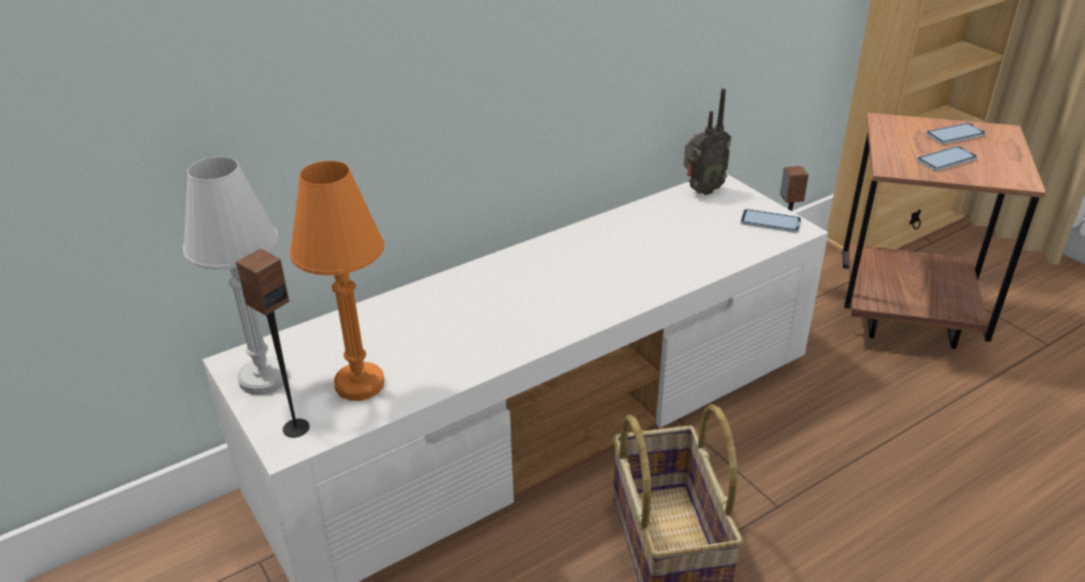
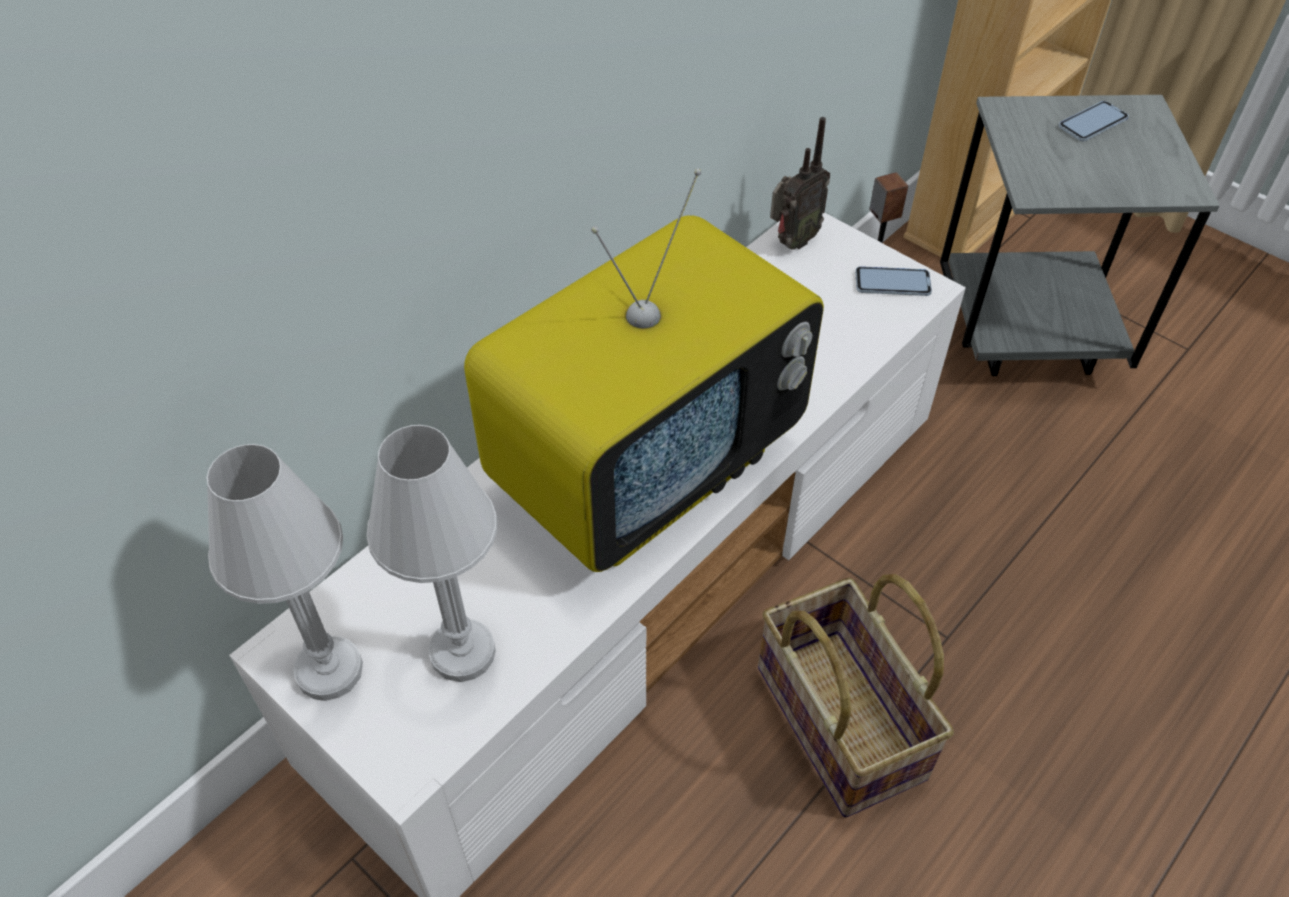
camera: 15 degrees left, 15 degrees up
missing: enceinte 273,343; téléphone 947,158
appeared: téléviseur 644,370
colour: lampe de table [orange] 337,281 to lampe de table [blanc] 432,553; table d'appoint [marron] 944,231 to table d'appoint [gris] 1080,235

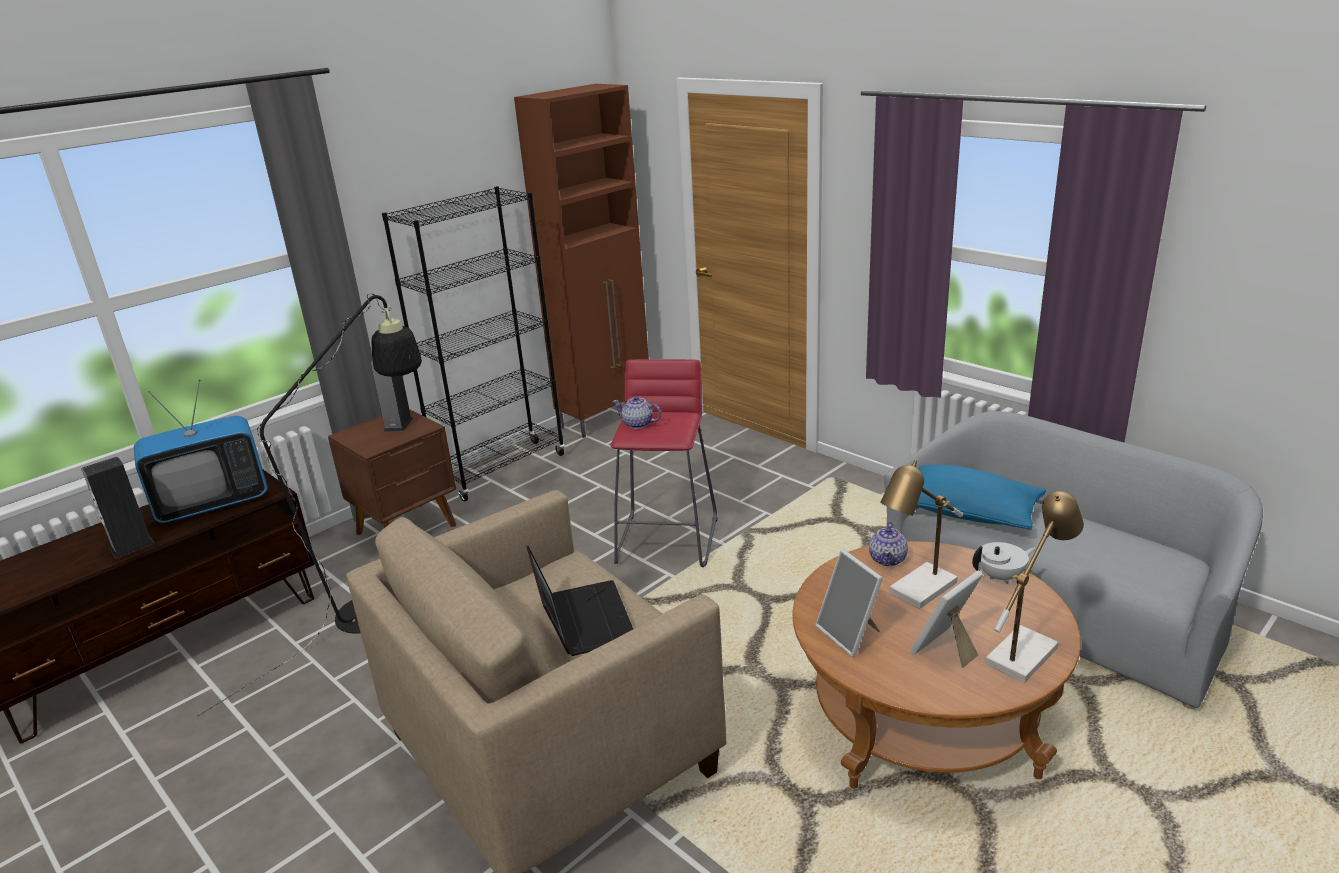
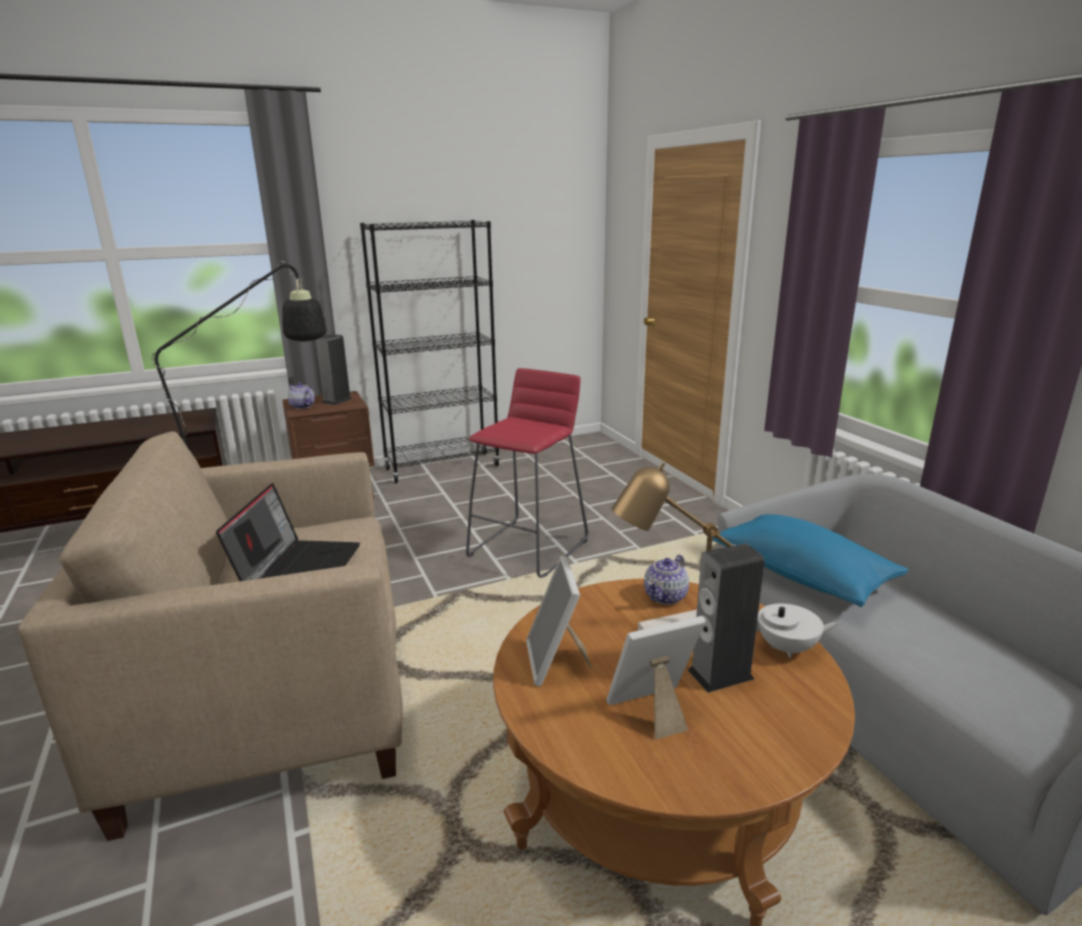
camera: 20 degrees right, 5 degrees down
missing: téléviseur 201,451; meuble de rangement [marron] 581,261; lampe de table 1034,587
relocated: théière 637,412 to 301,395; enceinte 118,507 to 726,618

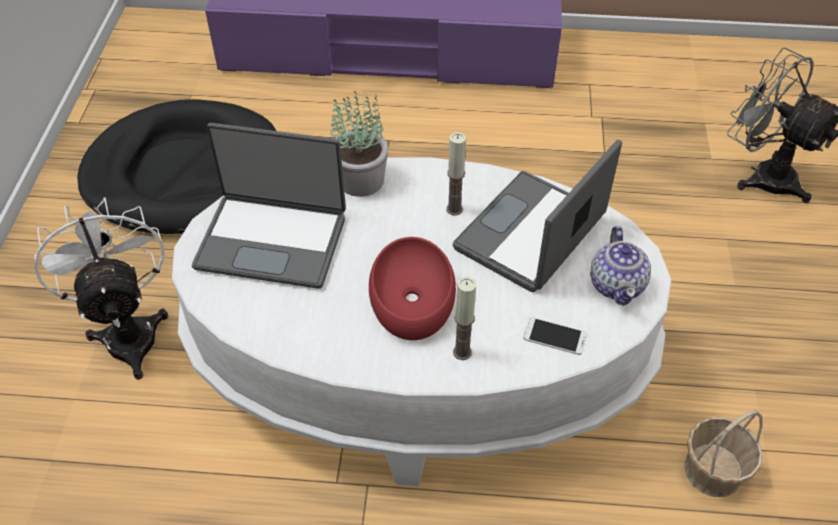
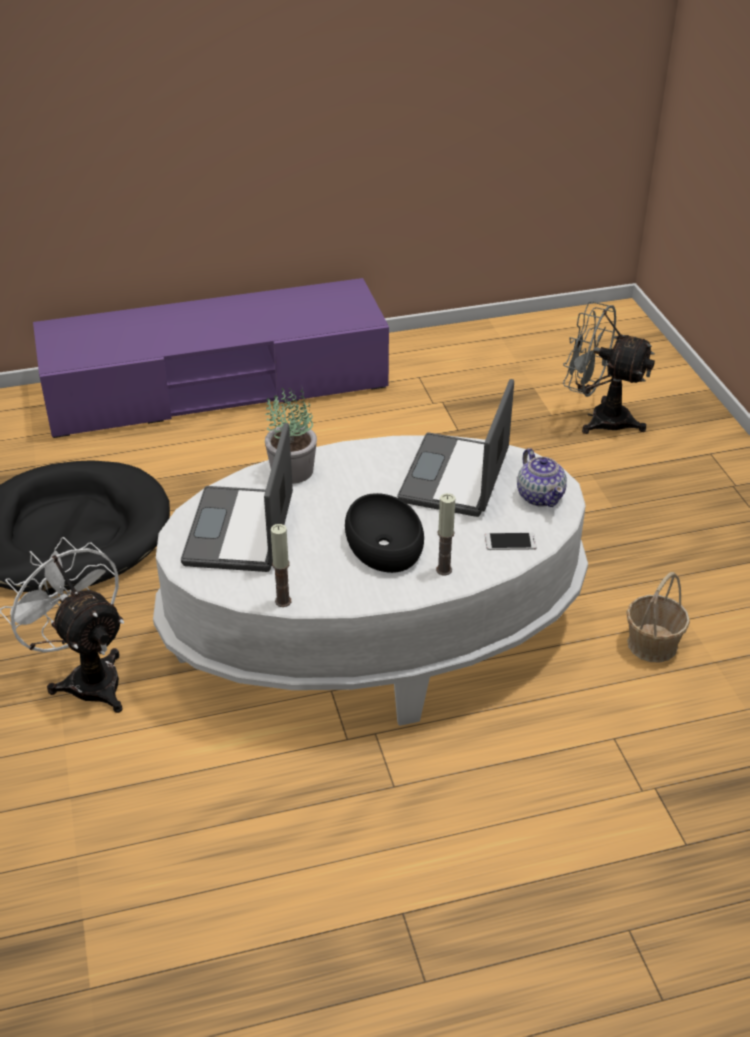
camera: 20 degrees left, 10 degrees down
relocated: bougie 456,174 to 281,565
colour: bol [rouge] 412,288 to bol [noir] 384,533
spun: ordinateur portable 269,206 = 237,497 105 degrees clockwise

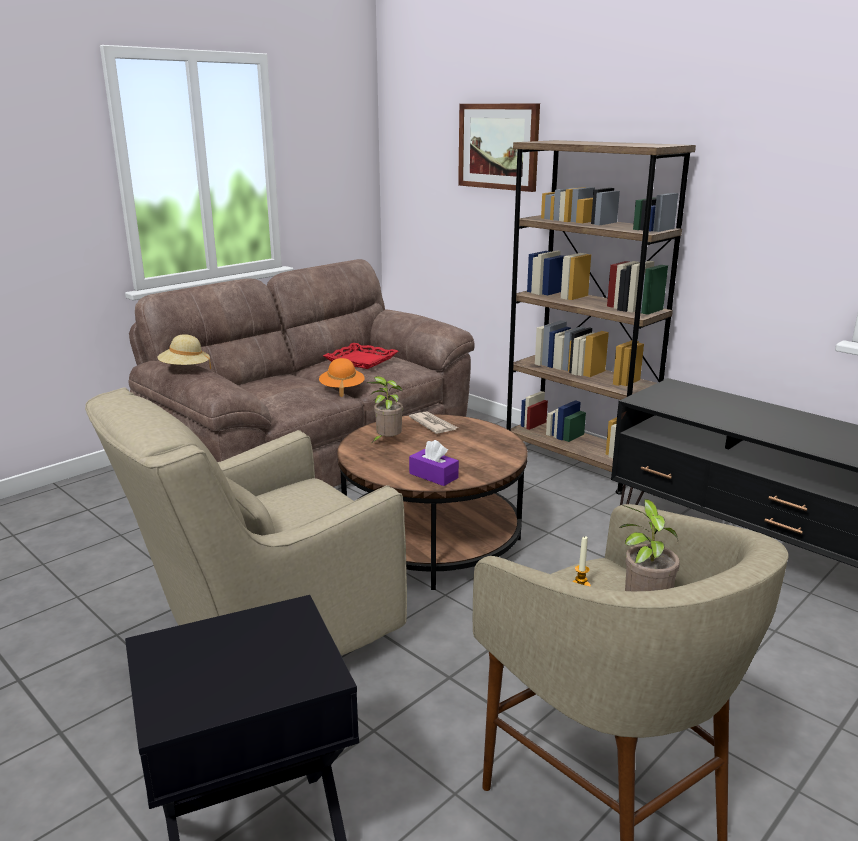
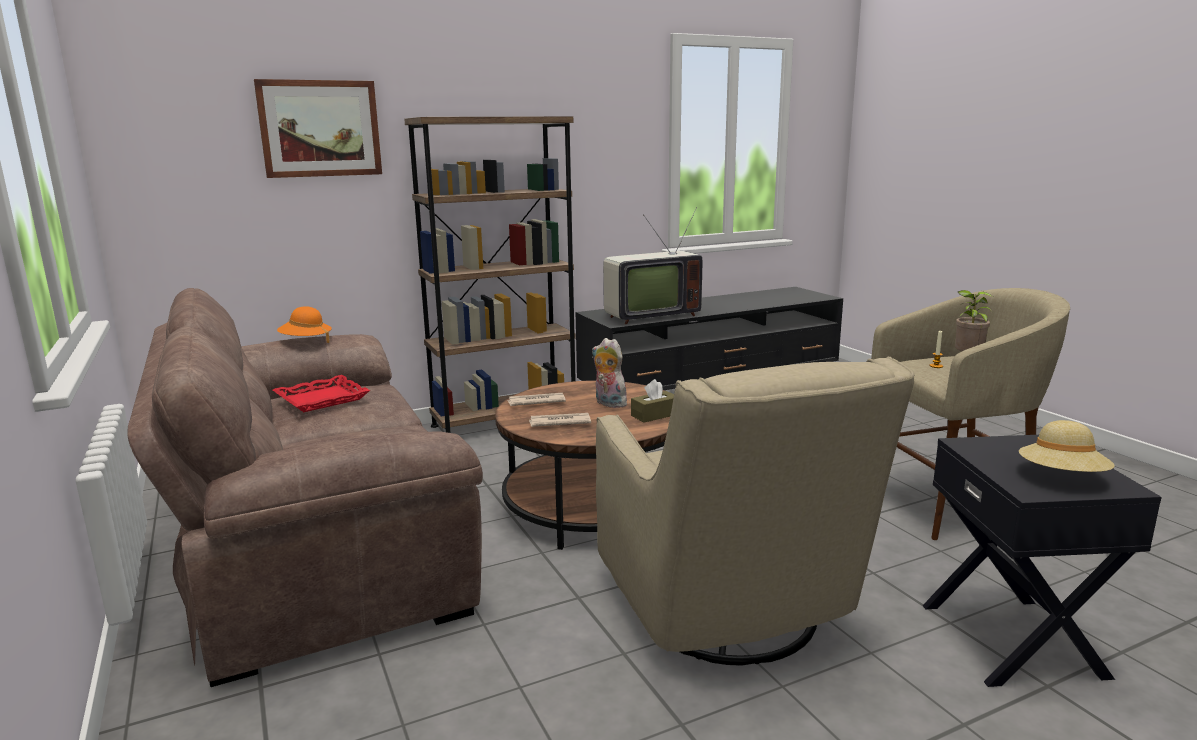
camera: 70 degrees left, 5 degrees down
appeared: peluche 609,373; téléviseur 652,266
relocated: chapeau [orange] 342,377 to 304,324; chapeau [beige] 184,351 to 1067,446
exchanged: plante en pot 385,409 to journal 560,420
colour: boîte à mouchoirs [violet] 434,463 to boîte à mouchoirs [marron] 652,400

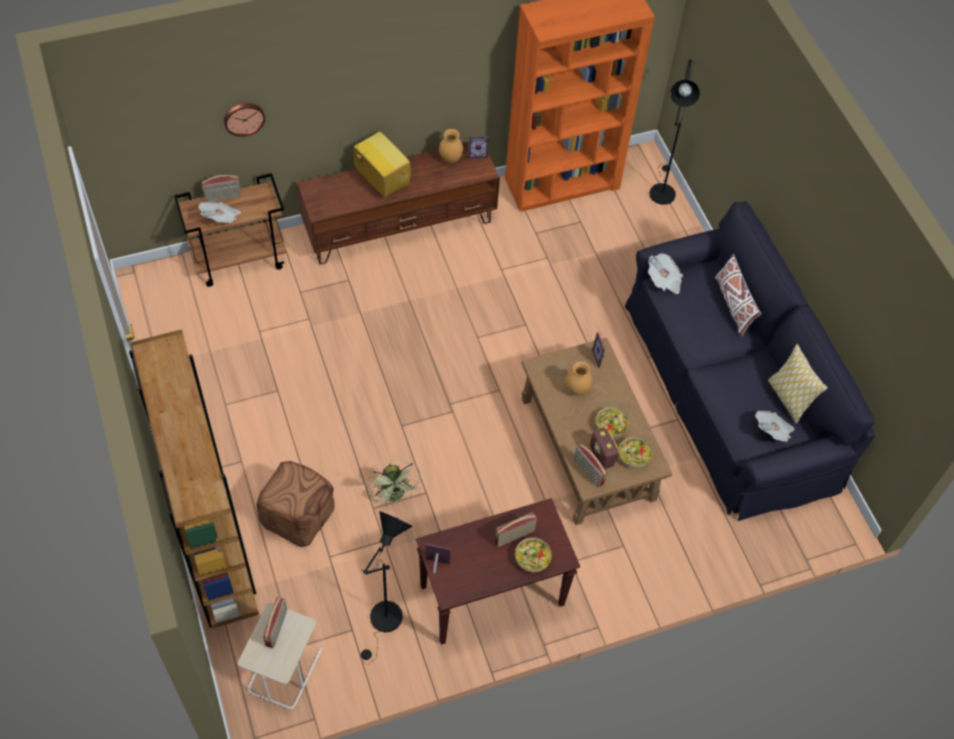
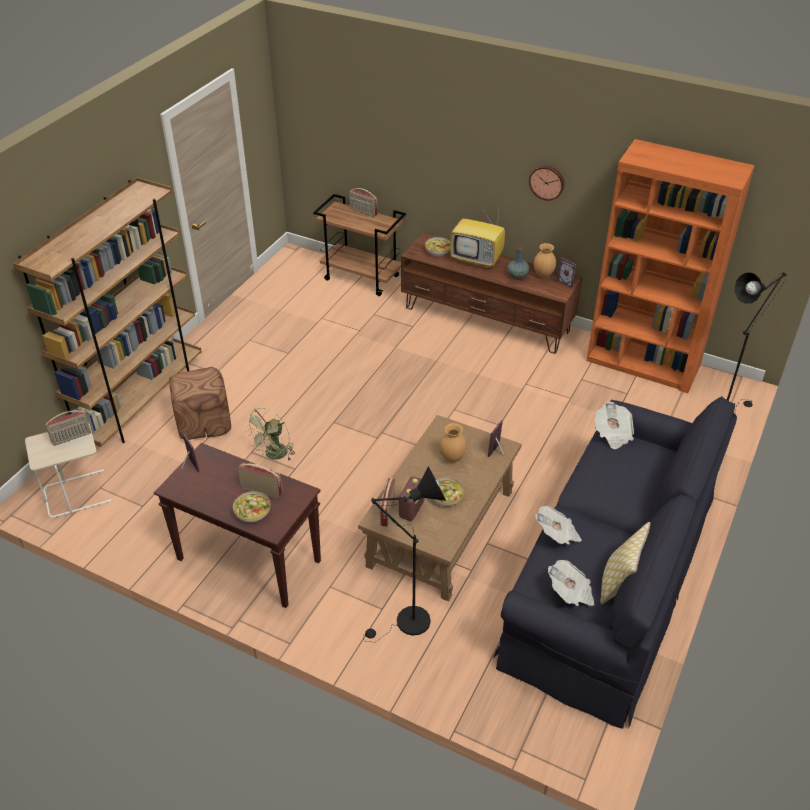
camera: 50 degrees right, 15 degrees down
missing: coussin [blanc] 738,295
appeared: vase 518,263
relocated: lampadaire [noir] 386,587 to 404,554; bol 635,452 to 437,246; horloge murale 244,120 to 546,183; journal 219,212 to 558,525
spun: téléviseur 382,163 = 477,239 105 degrees clockwise

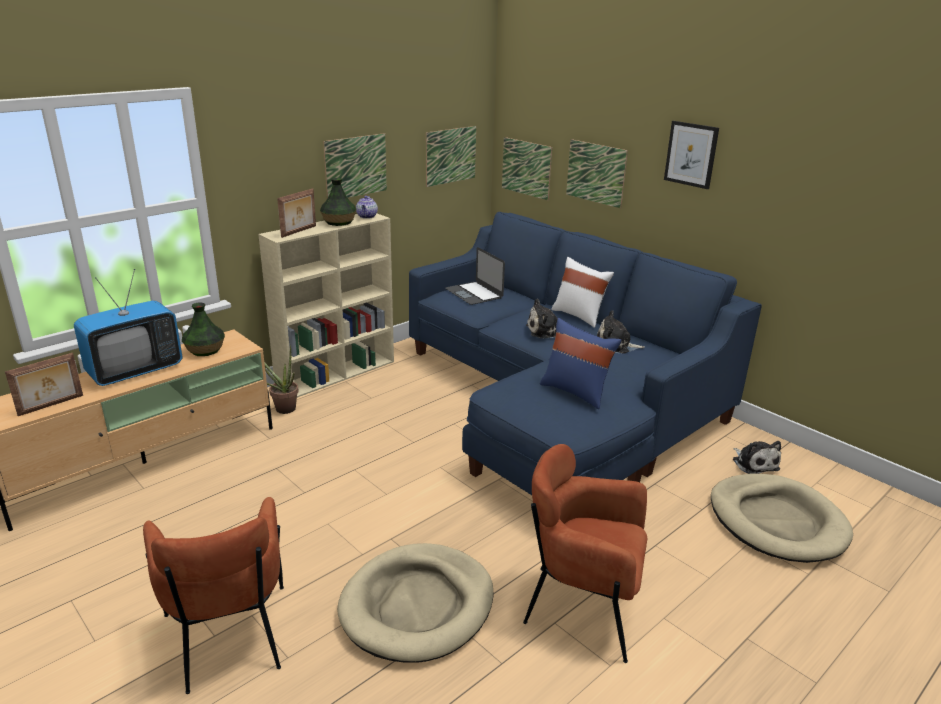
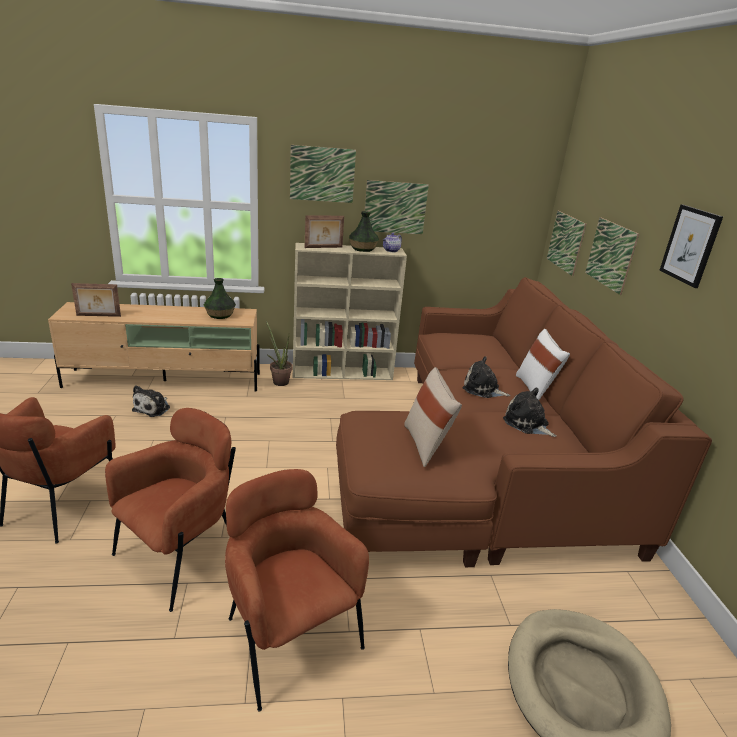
camera: 35 degrees right, 0 degrees up
missing: téléviseur 128,327; ordinateur portable 475,276
relocated: peluche 757,457 to 151,401; tableau 451,156 to 323,174
exchanged: panier pour chien [beige] 415,603 to fauteuil [marron] 170,510
colour: canapé [bleu] 585,353 to canapé [marron] 524,422; coussin [bleu] 580,363 to coussin [beige] 433,417

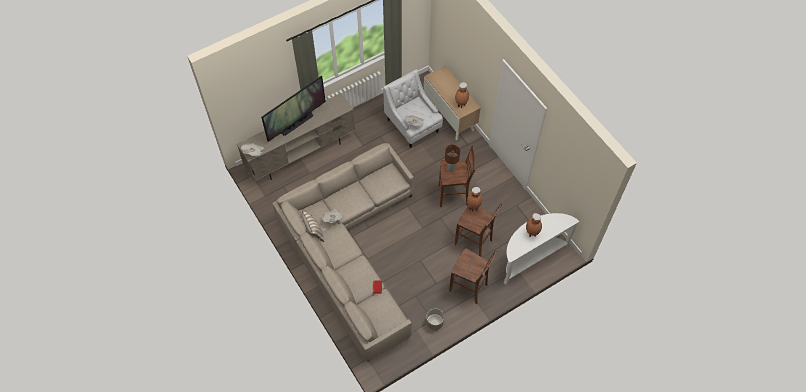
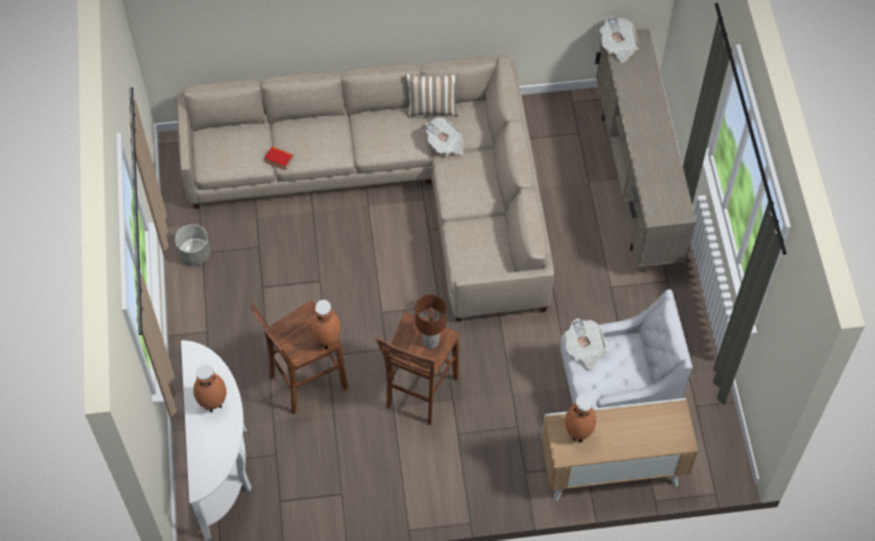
camera: 115 degrees right, 0 degrees up
missing: téléviseur 293,109; tabouret [marron] 473,276

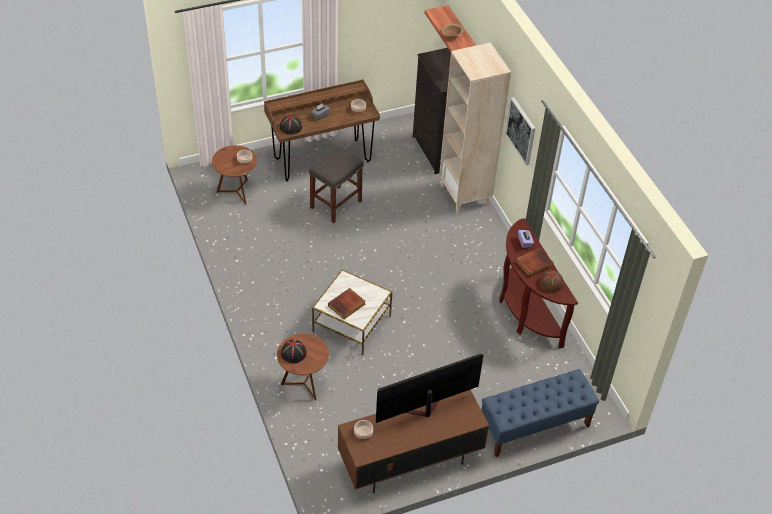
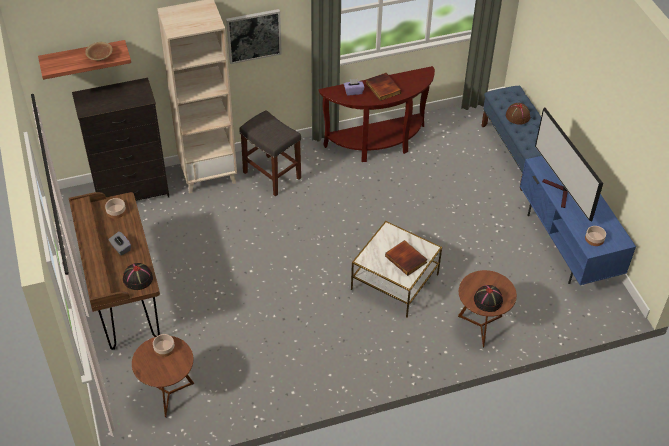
camera: 85 degrees left, 0 degrees up
relocated: tabouret [gris] 336,185 to 270,153; chapeau [marron] 551,281 to 518,114
colour: meuble télé [marron] 413,441 to meuble télé [bleu] 578,220

